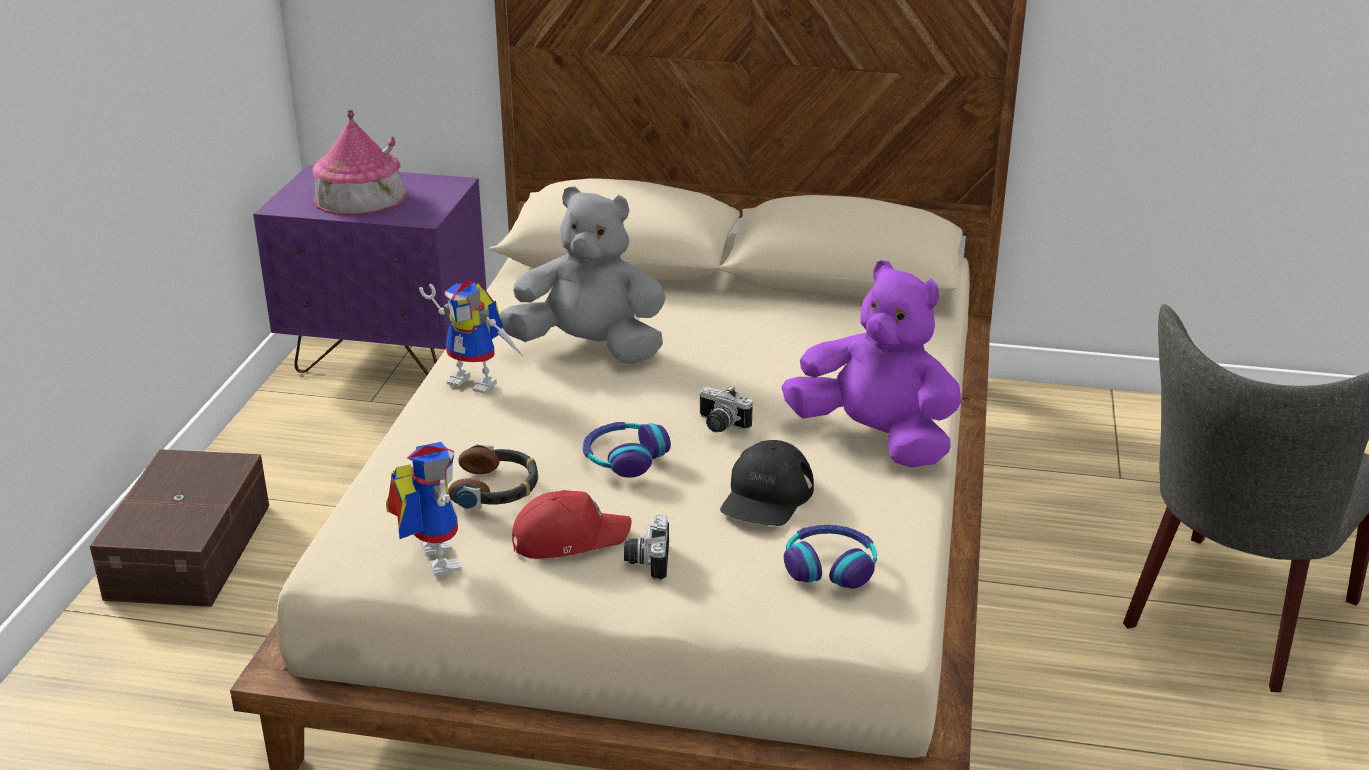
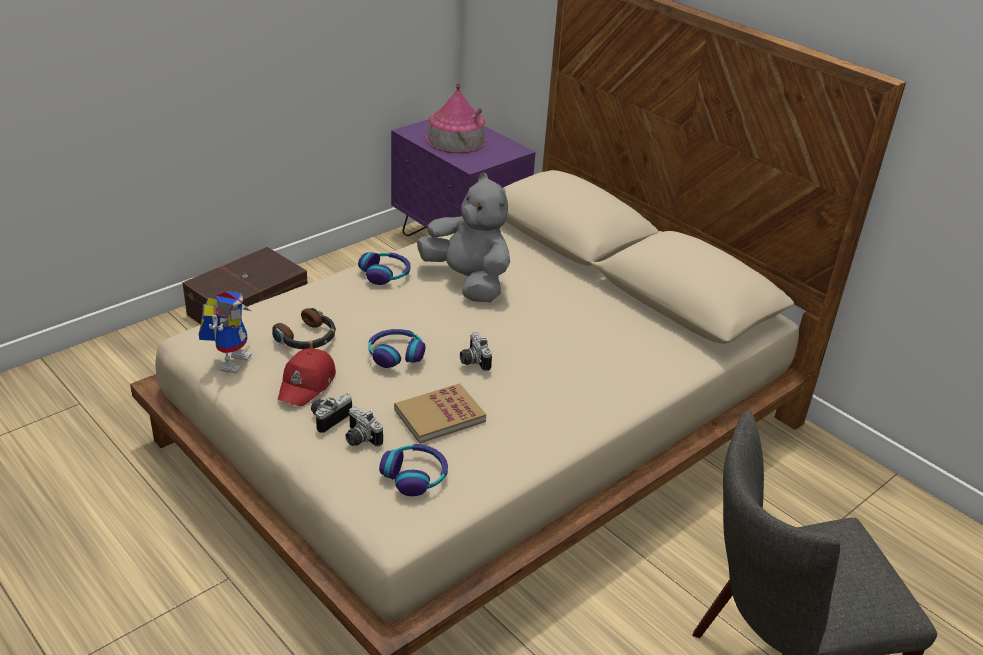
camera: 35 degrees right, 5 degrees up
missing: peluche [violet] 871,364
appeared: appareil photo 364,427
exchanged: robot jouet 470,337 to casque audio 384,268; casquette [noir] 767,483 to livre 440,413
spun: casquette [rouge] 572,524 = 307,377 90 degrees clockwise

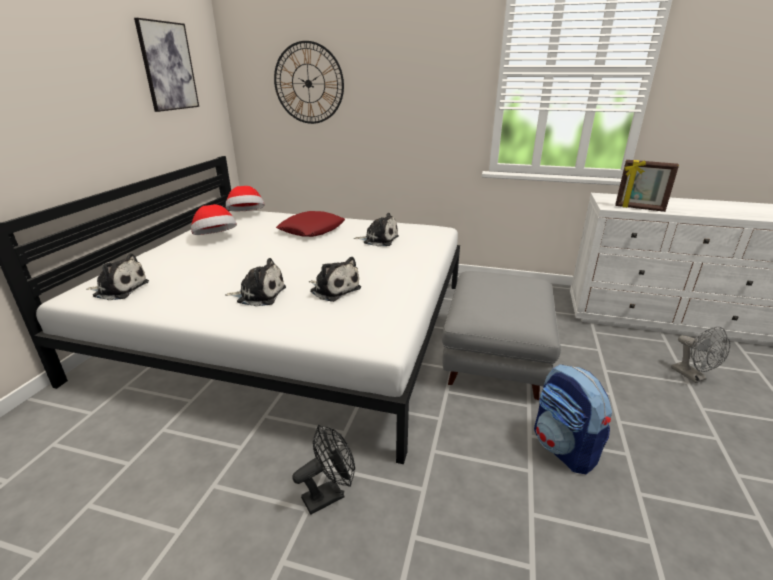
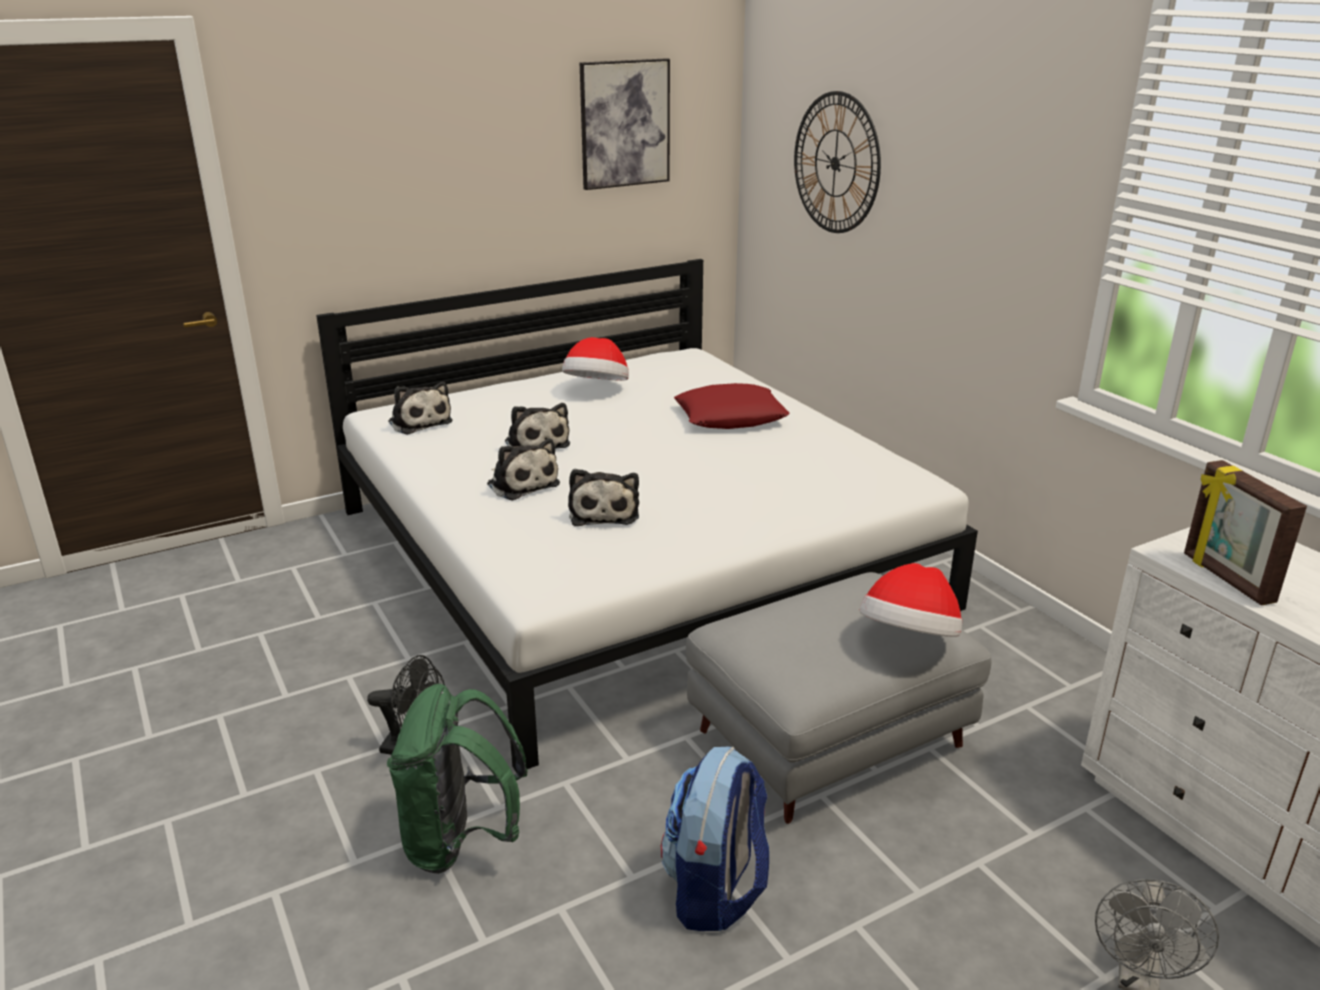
camera: 45 degrees right, 0 degrees up
appeared: sac à dos [vert] 457,779
relocated: peluche 376,230 to 537,426; chapeau 245,198 to 911,600

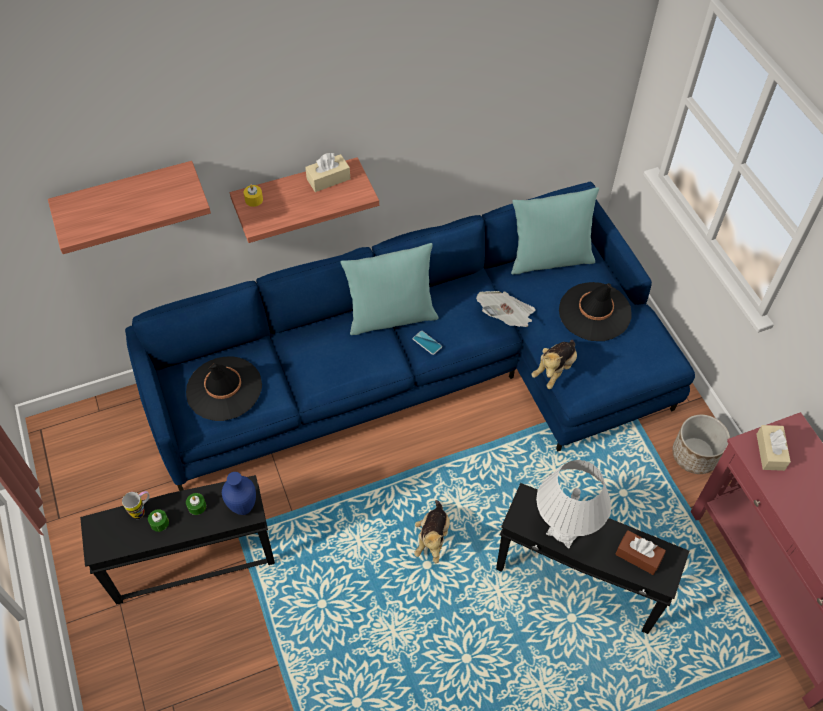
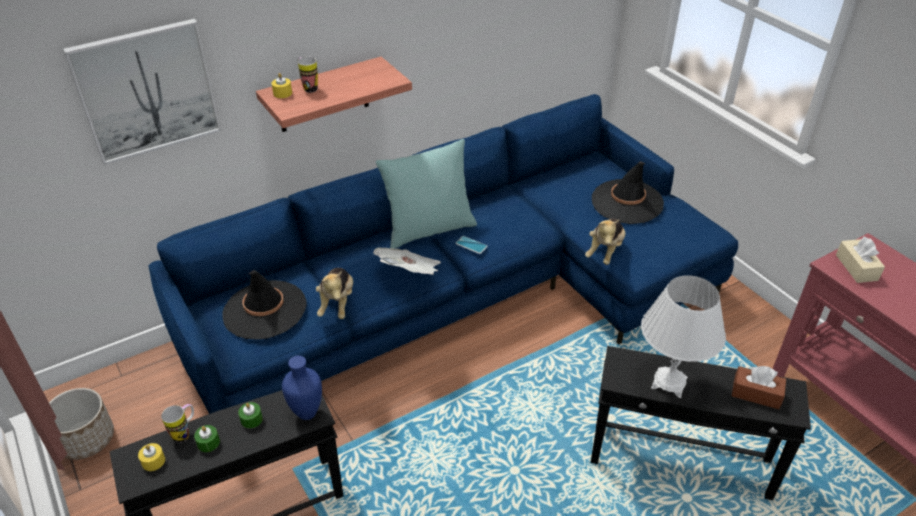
camera: 10 degrees left, 15 degrees down
missing: boîte à mouchoirs [beige] 327,172; coussin [turquoise] 555,231
appeared: bougie [jaune] 151,457; mug 307,75
relocated: cache-pot 701,444 to 81,423; peluche 432,531 to 334,293; journal 506,309 to 407,261
exchanged: étagère 129,207 to tableau 142,92

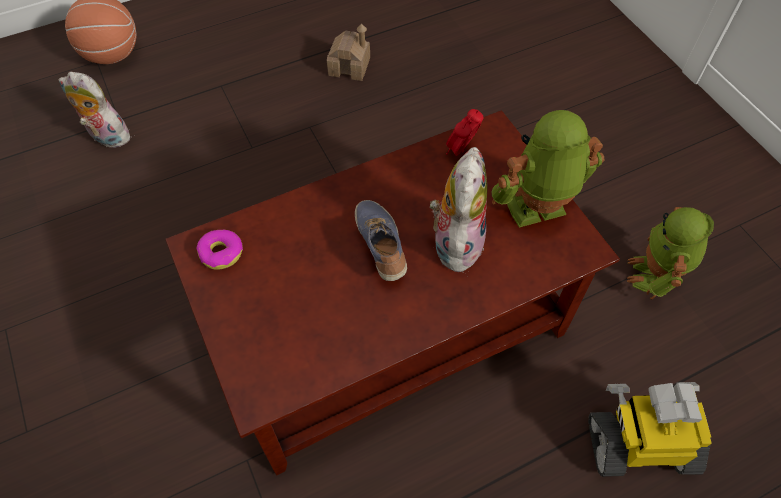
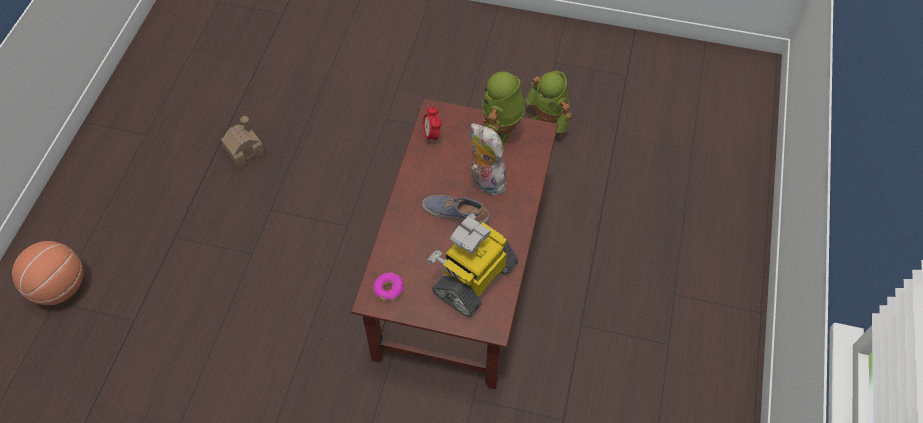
camera: 50 degrees left, 0 degrees up
missing: peluche 96,110
relocated: robot jouet 650,429 to 472,265

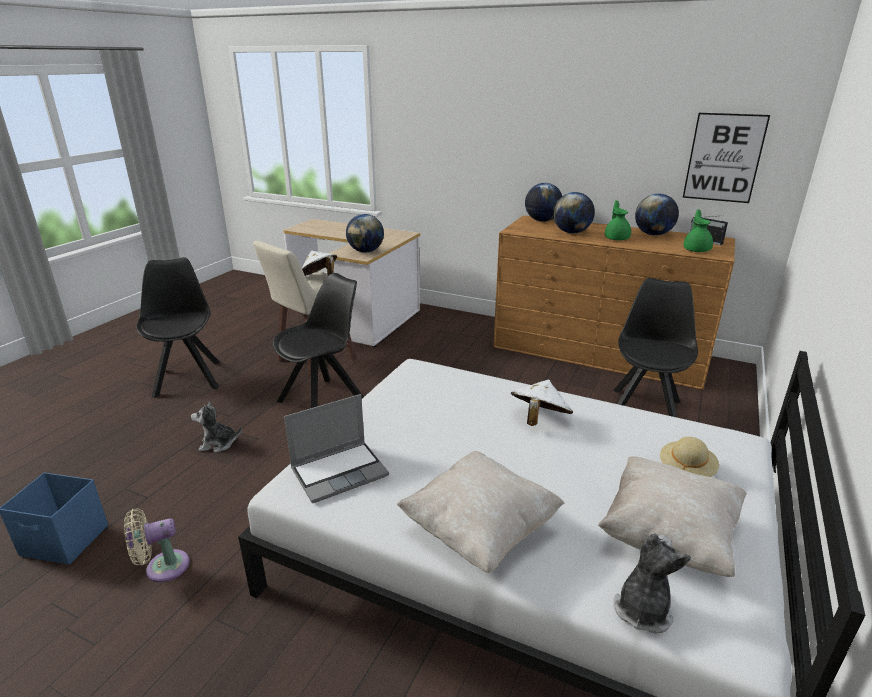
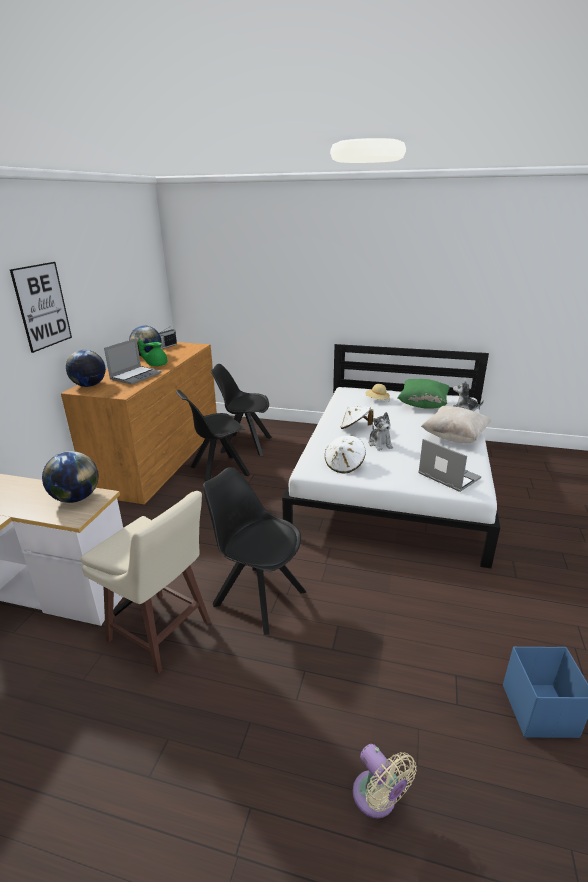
camera: 100 degrees left, 0 degrees up
missing: théière [vert] 698,230
relocated: tableau 726,158 to 41,307; chaise [noir] 178,327 to 213,435; chapeau [blanc] 319,263 to 345,454; ventilateur [beige] 157,545 to 384,781; peluche 216,427 to 380,431
exchanged: globe 574,213 to ordinateur portable 133,361
colour: coussin [beige] 672,517 to coussin [vert] 423,394

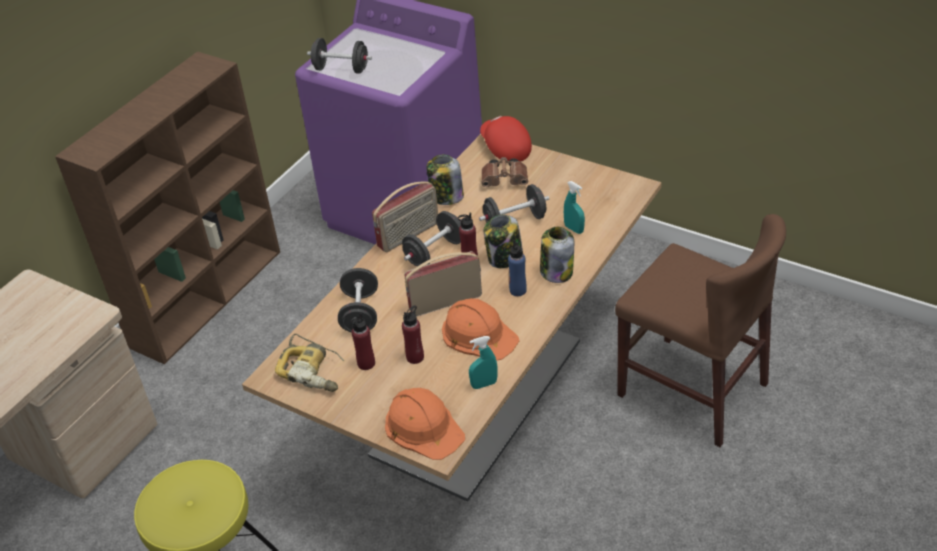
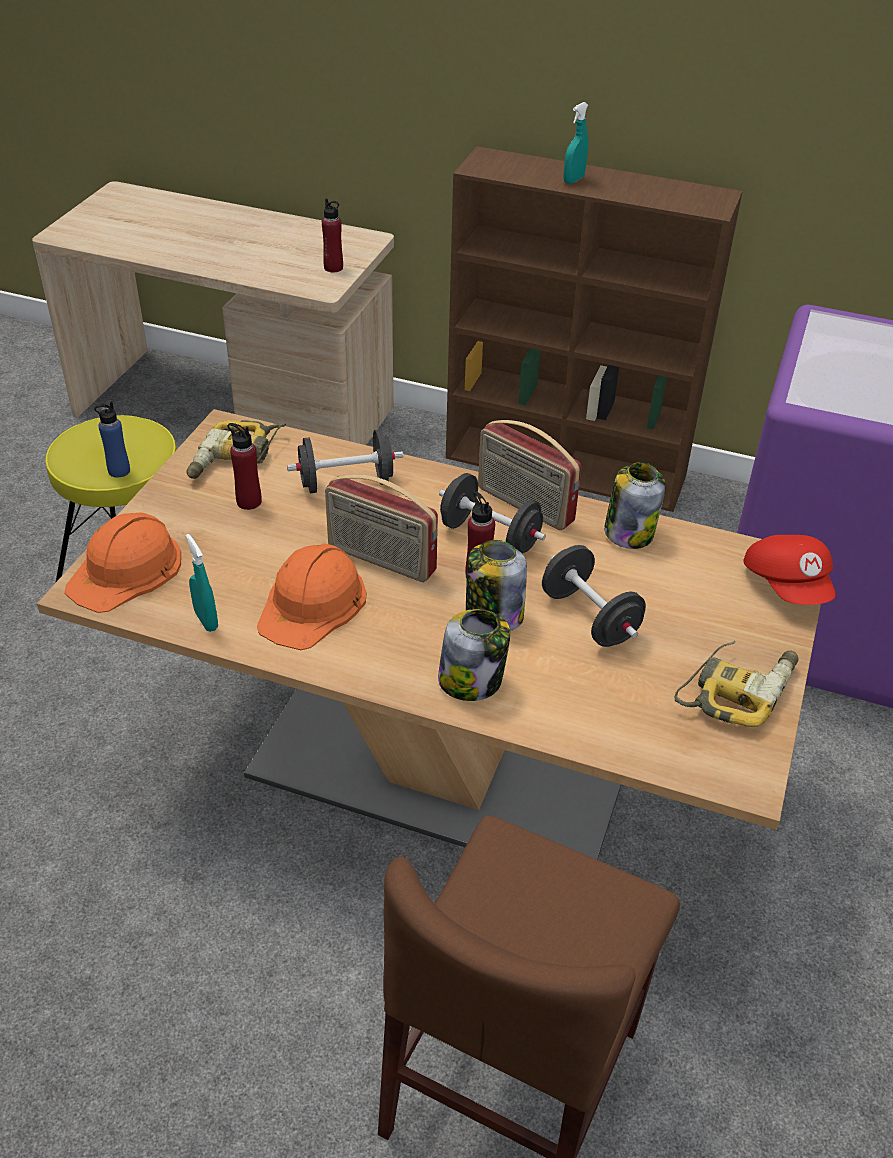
camera: 75 degrees right, 0 degrees up
missing: haltère [noir] 339,56; jumelles [marron] 504,172
appeared: perceuse 736,684
relocated: bouteille [bleu] 517,268 to 112,439; bouteille [rouge] 413,334 to 332,235; vaporisateur [turquoise] 574,207 to 576,143
spun: radio 443,284 = 381,528 150 degrees clockwise; casquette [rouge] 506,139 = 790,570 120 degrees clockwise

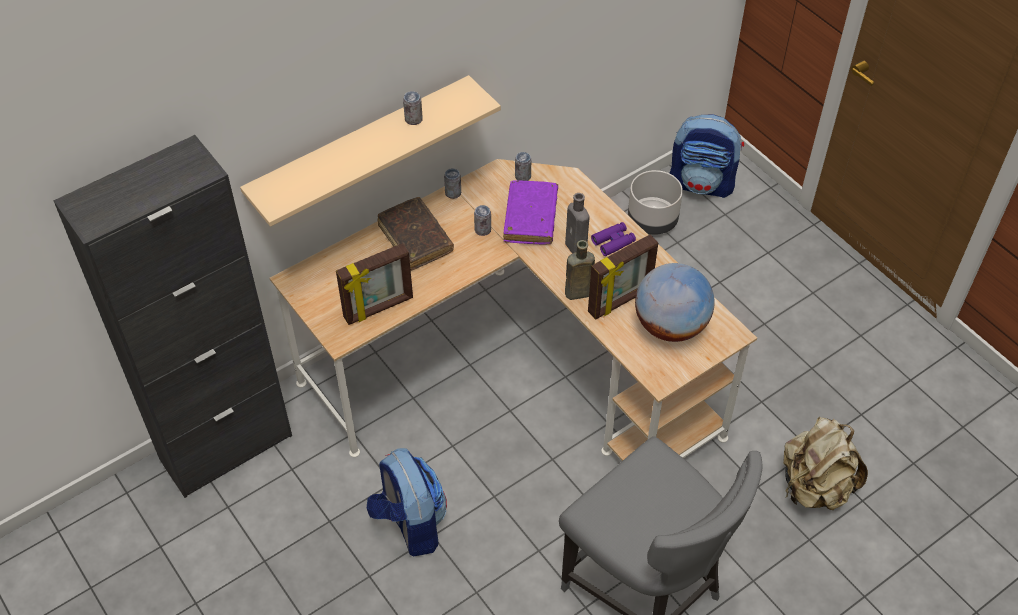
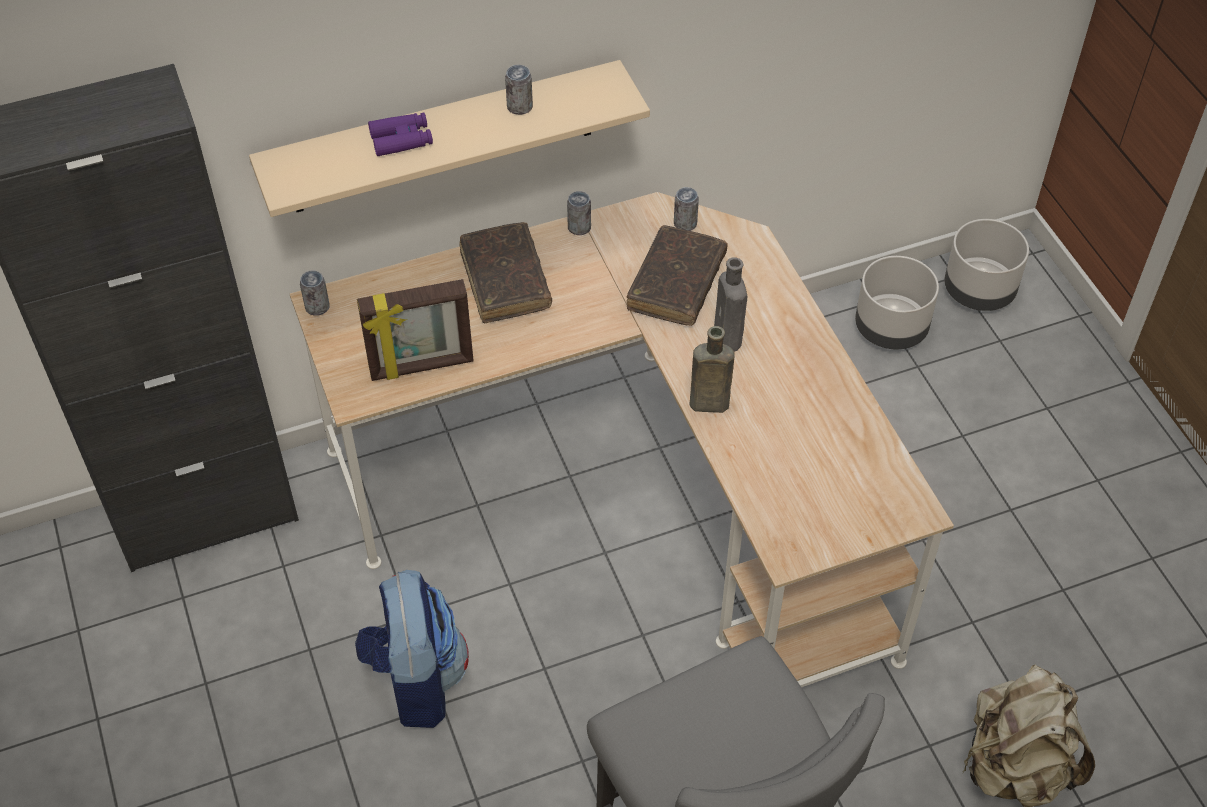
camera: 15 degrees right, 0 degrees up
missing: cadre photo 623,277; globe 675,302
relocated: boîte métallique 482,220 to 315,293; jumelles [violet] 613,239 to 400,134
exchanged: sac à dos 707,156 to cache-pot [gris] 986,265
colour: livre [violet] 530,212 to livre [marron] 677,275

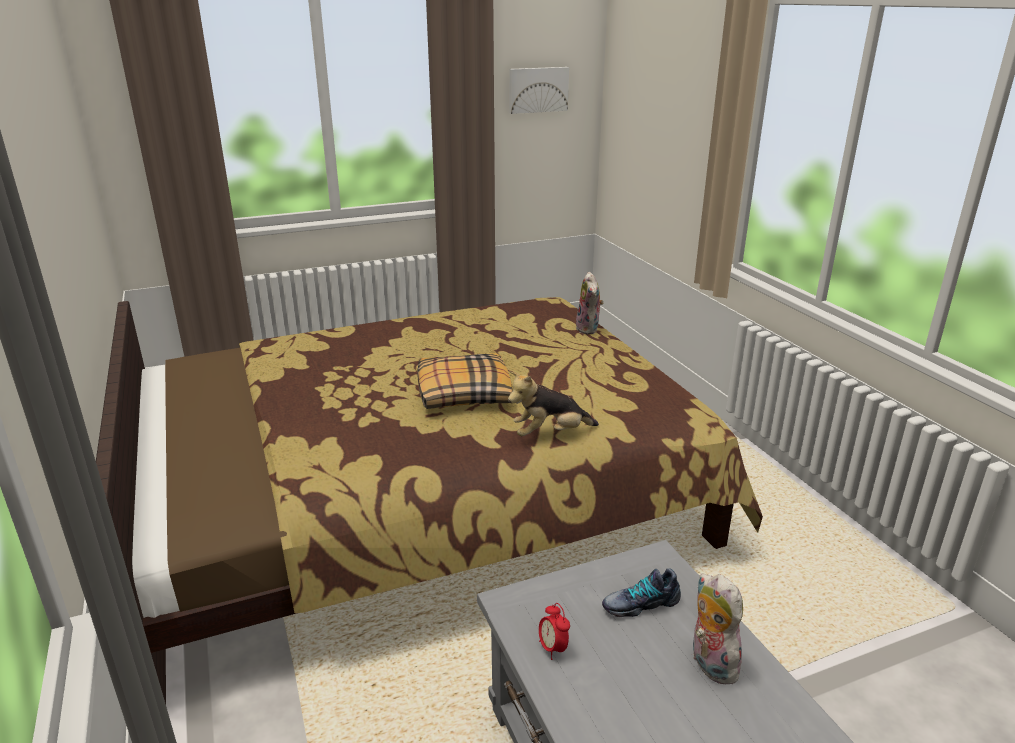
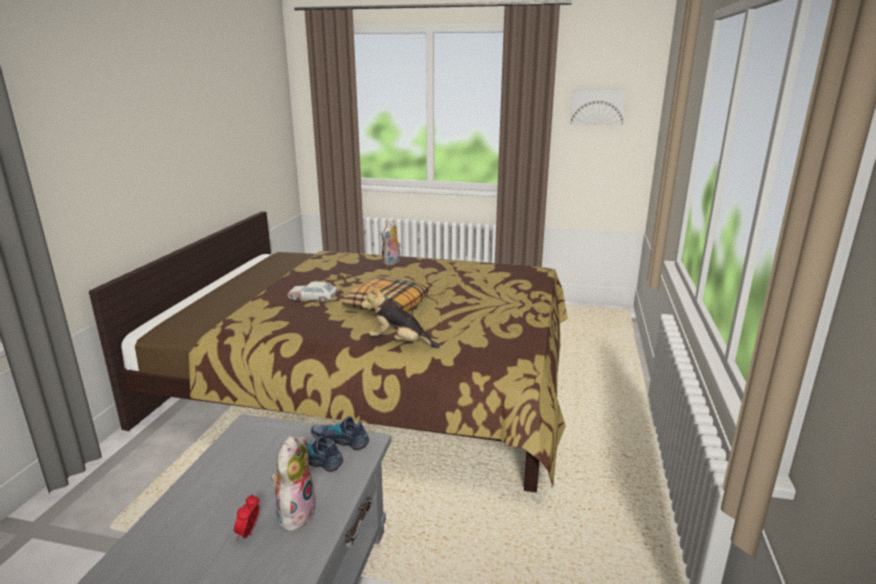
camera: 35 degrees right, 5 degrees down
appeared: petite voiture 312,292; chaussure 340,433
relocated: réveil 554,631 to 247,517; peluche 590,303 to 391,243

